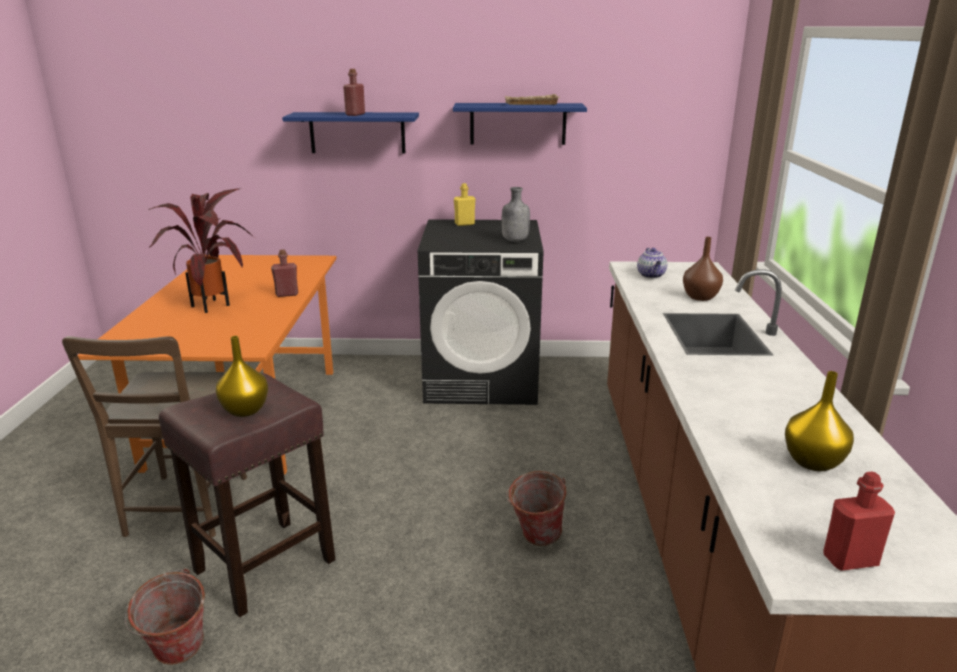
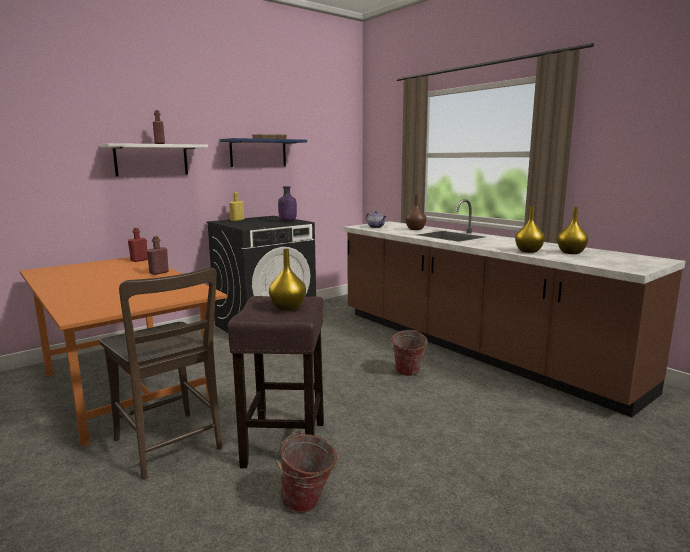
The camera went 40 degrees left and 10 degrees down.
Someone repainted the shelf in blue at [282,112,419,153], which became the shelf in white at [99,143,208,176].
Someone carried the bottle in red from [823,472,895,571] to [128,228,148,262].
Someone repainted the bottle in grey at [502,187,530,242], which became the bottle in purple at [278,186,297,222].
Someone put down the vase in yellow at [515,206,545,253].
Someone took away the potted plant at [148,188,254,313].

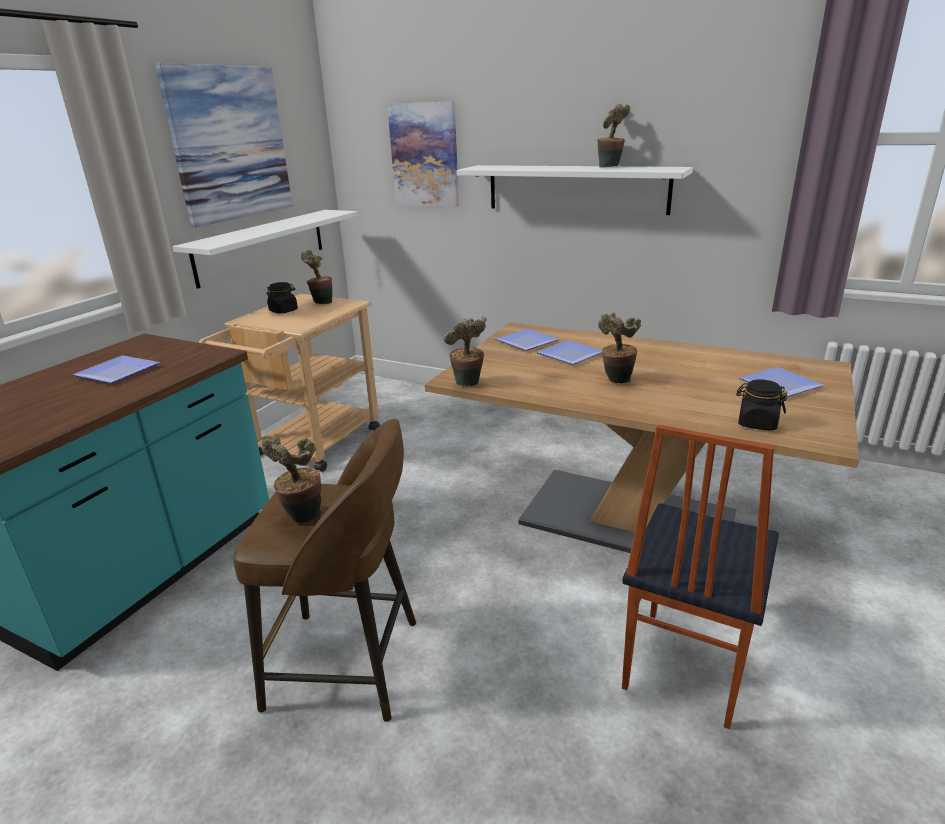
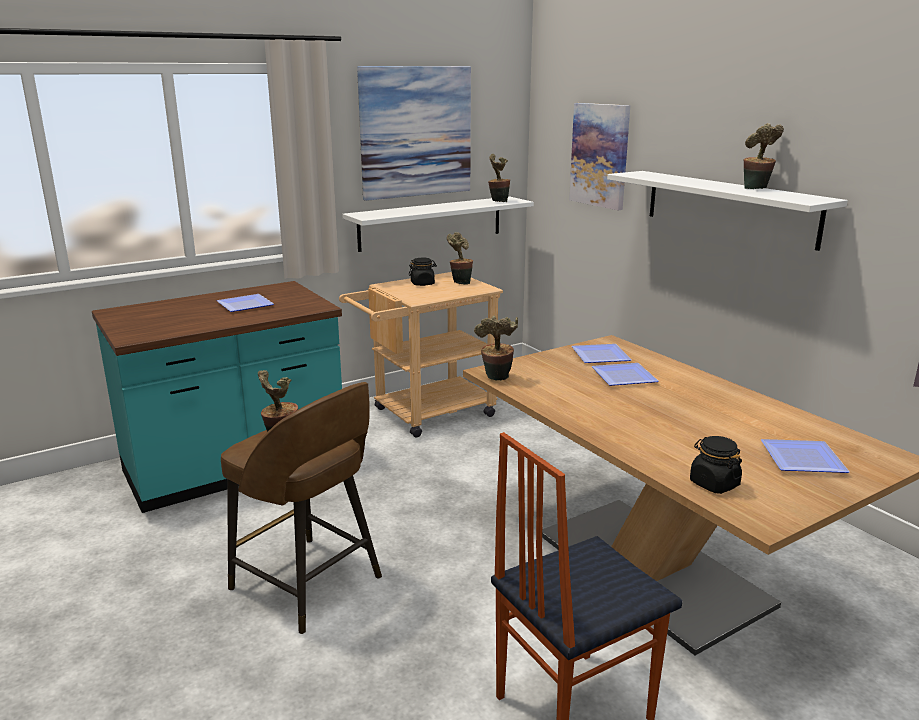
The camera went 30 degrees right and 5 degrees down.
Someone carried the potted plant from [598,313,641,383] to [488,154,510,202].

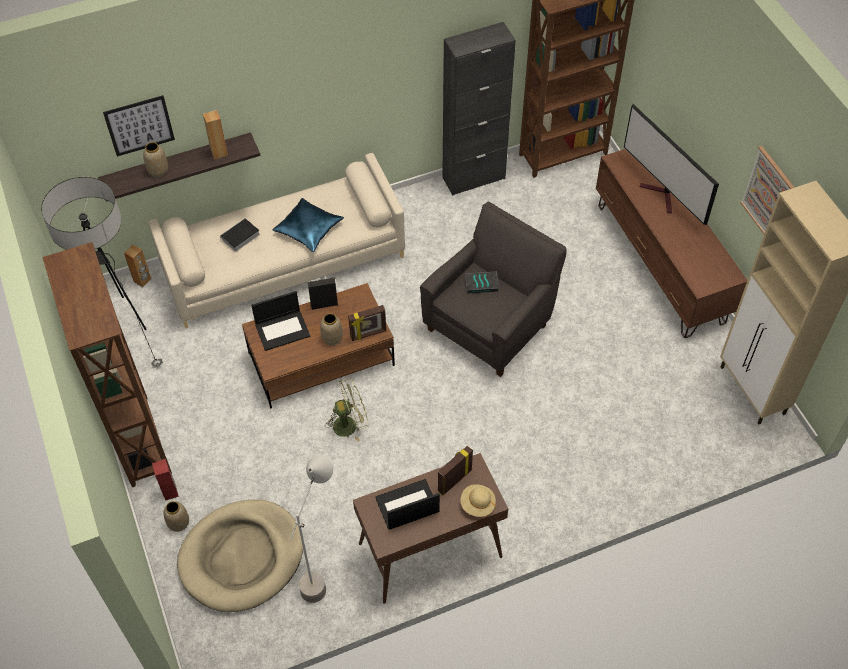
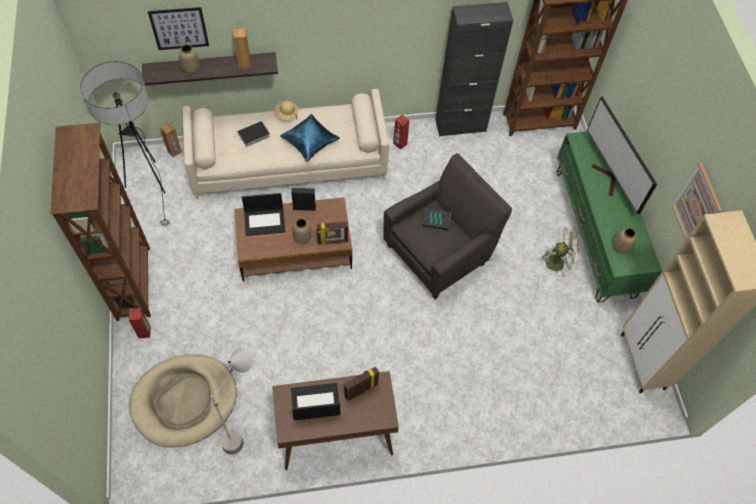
The camera went 10 degrees right and 5 degrees up.
Someone carried the hat in beige from [461,484,496,517] to [274,101,298,120].
Someone put down the speaker in red at [393,115,409,150].
Someone carried the fan in green from [325,379,368,441] to [539,227,580,277].
Someone repainted the tv stand in brown at [596,149,748,338], which became the tv stand in green at [557,131,662,303].
Someone carried the vase from [163,501,189,532] to [613,228,637,254].

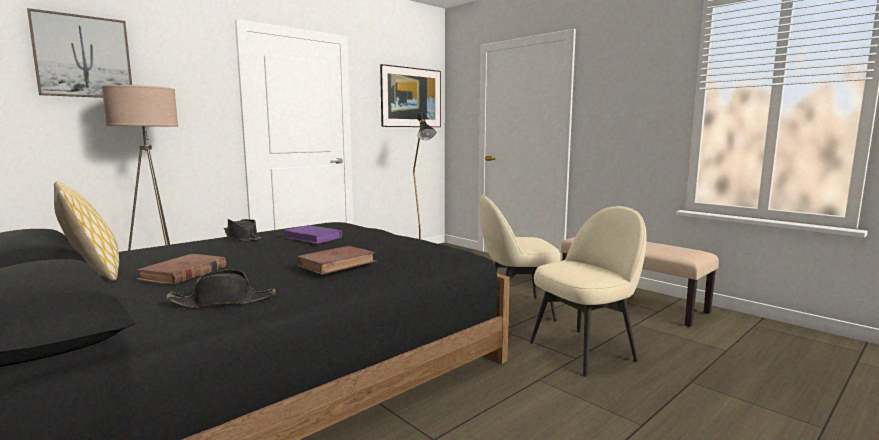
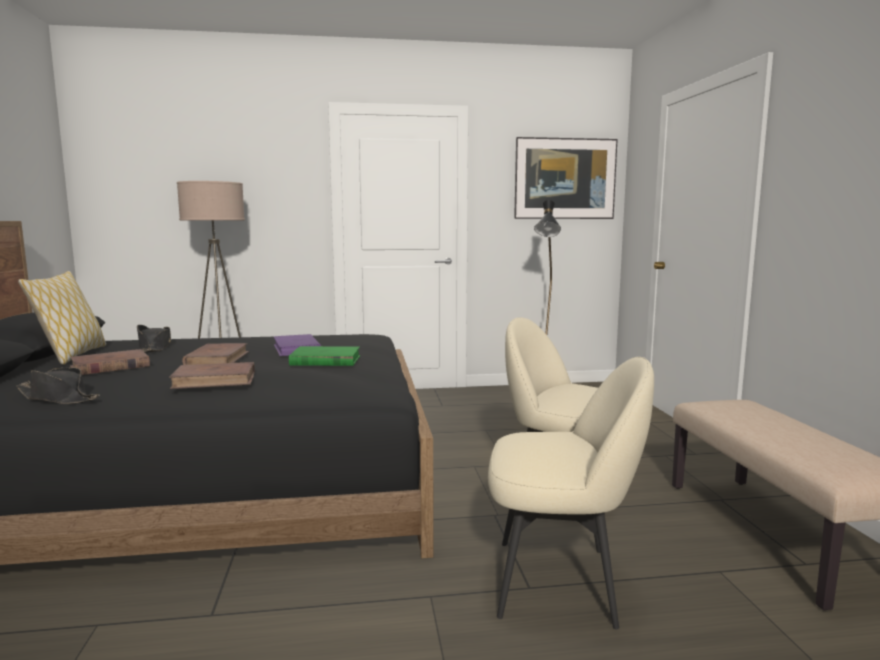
The camera went 35 degrees right and 0 degrees up.
Someone carried the hat in black from [224,219,261,241] to [137,325,171,353].
Someone put down the book in brown at [182,343,249,365].
Someone put down the book in green at [289,346,360,366].
Someone took away the picture at [27,8,132,98].

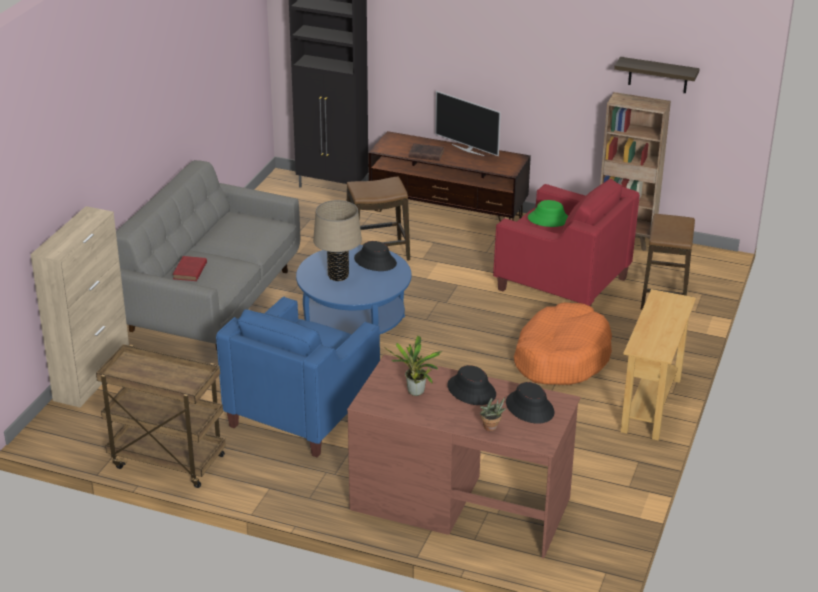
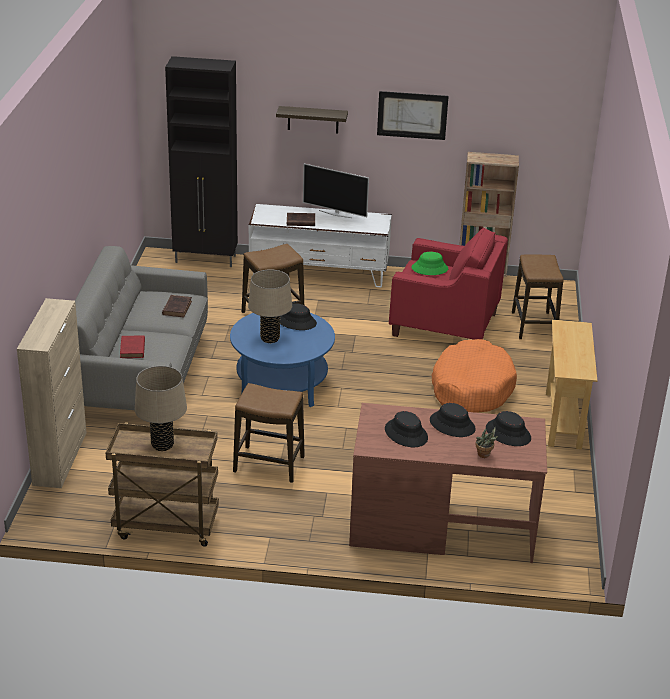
The camera went 15 degrees left and 0 degrees up.
Someone put down the table lamp in beige at [135,366,187,451].
Someone put down the book in brown at [162,295,192,317].
Someone swapped the armchair in blue at [216,297,380,457] for the stool at [233,383,305,483].
Someone repainted the tv stand in brown at [368,131,531,221], which became the tv stand in white at [249,204,392,287].
Someone carried the shelf from [614,57,700,93] to [276,106,348,133].
Someone put up the picture at [377,91,449,140].
Someone swapped the potted plant at [384,336,442,396] for the hat in black at [385,411,428,447].

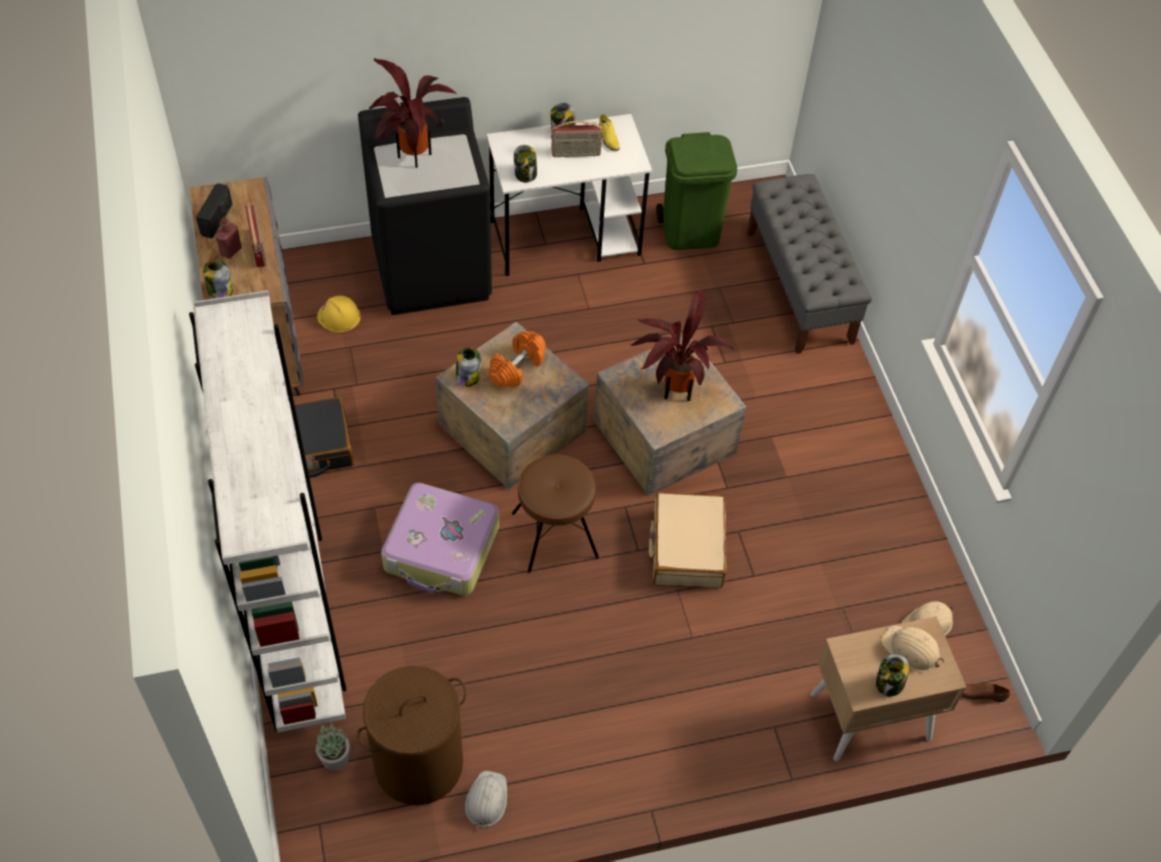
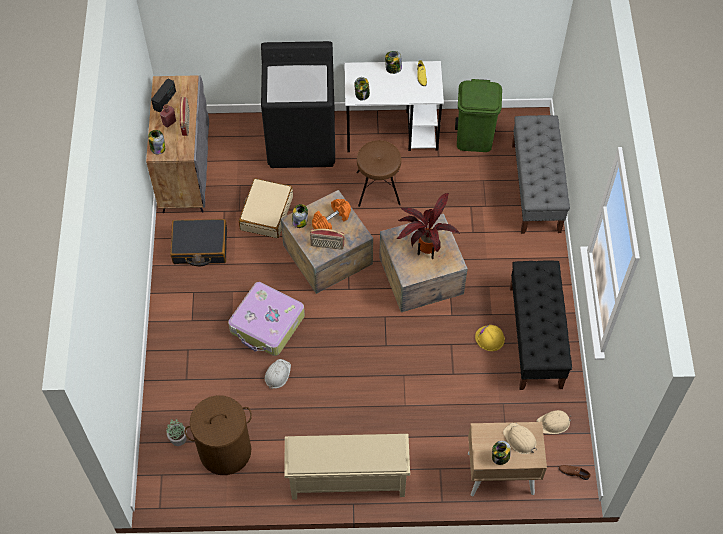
The camera went 15 degrees right and 5 degrees up.
Someone carried the suitcase in beige from [649,492,726,588] to [239,178,293,238].
Someone carried the hard hat in white from [465,771,507,829] to [265,359,291,389].
Someone put down the shoe rack in beige at [284,434,410,500].
Someone carried the radio from [551,121,602,157] to [310,229,344,250].
Someone carried the stool in brown from [512,454,599,573] to [357,140,401,207].
Someone carried the hard hat in yellow from [317,295,361,332] to [475,325,505,351].
Someone put down the bench in black at [510,261,572,390].
Someone took away the bookcase in white at [189,290,346,733].
Someone took away the potted plant at [369,58,458,168].

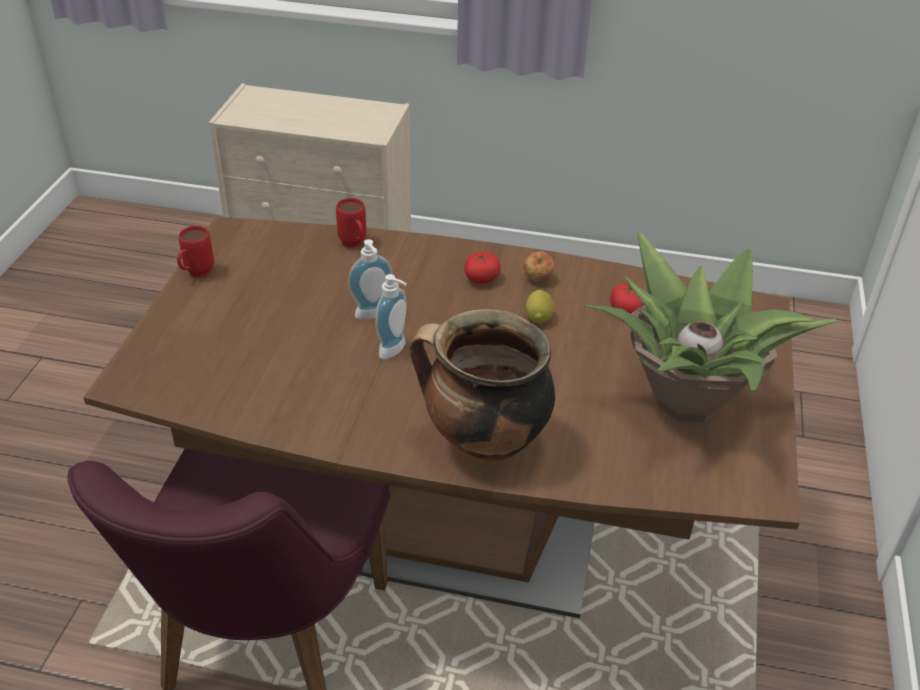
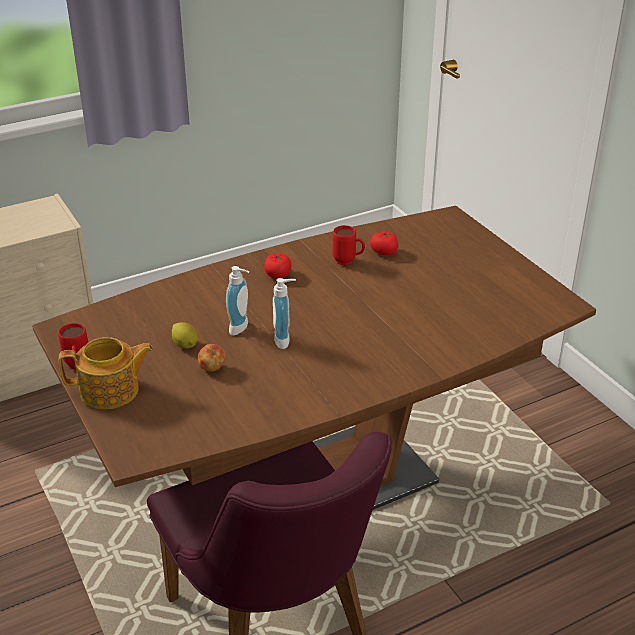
The camera went 40 degrees left and 5 degrees down.
Someone put down the teapot at [59,337,154,409].
Someone carried the lemon from [525,290,554,323] to [172,322,198,349].
Someone carried the apple from [524,251,554,281] to [198,344,226,371].
Someone carried the mug in red from [336,198,366,247] to [332,225,365,265].
Someone took away the cooking pot at [410,309,555,463].
Someone took away the potted plant at [584,233,836,423].

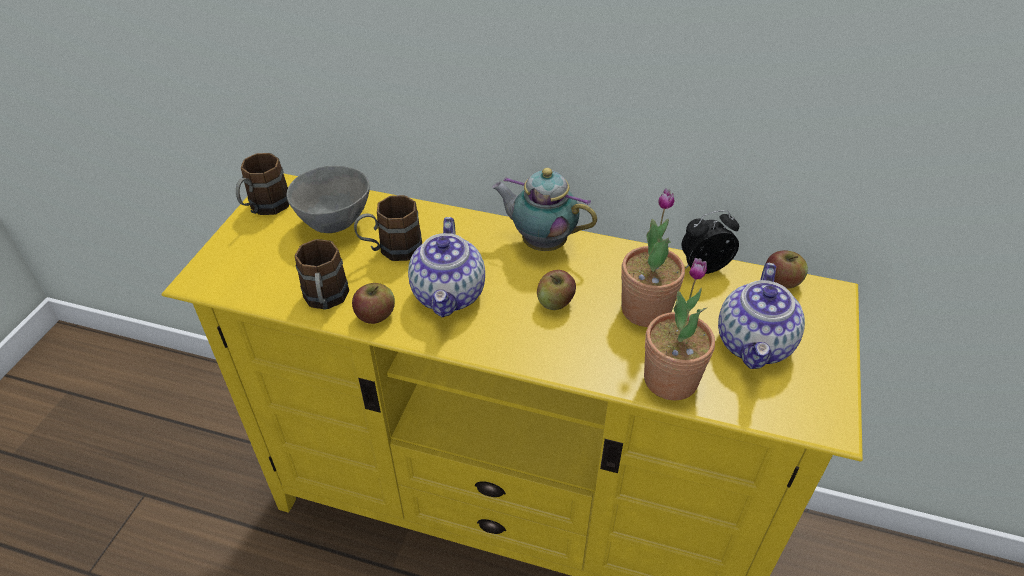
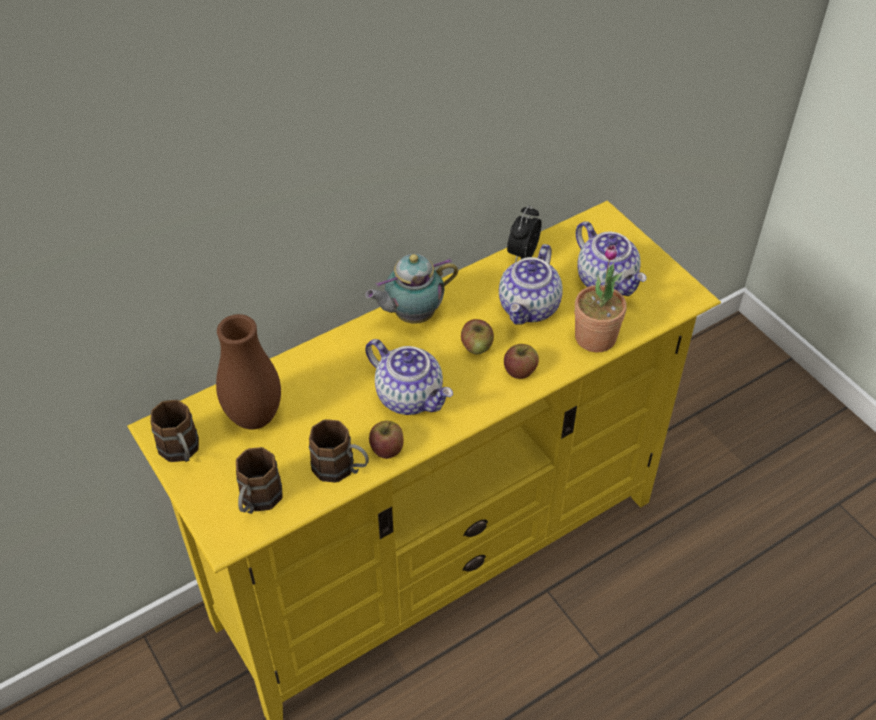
The camera went 50 degrees left and 5 degrees up.
Someone swapped the bowl in grey at [287,166,370,233] for the vase in brown at [216,314,281,429].
Someone carried the mug in brown from [354,195,422,261] to [236,447,283,514].
Someone swapped the potted plant at [621,188,685,327] for the teapot at [499,244,563,325].
Someone carried the apple from [766,250,808,289] to [504,344,539,379].

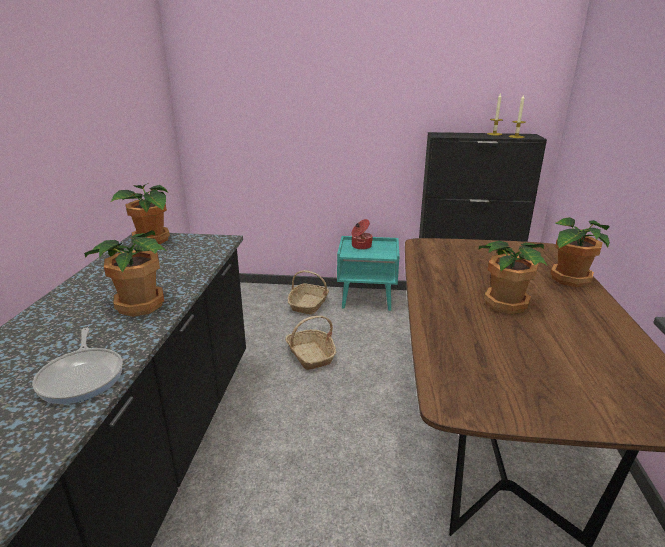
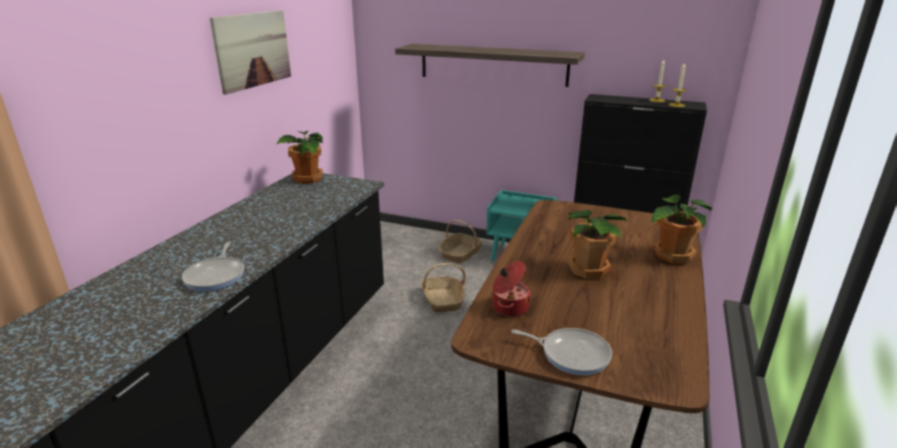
The camera went 15 degrees right and 0 degrees up.
Someone put up the picture at [210,10,291,95].
Someone put up the shelf at [395,44,585,87].
Someone carried the cooking pot from [352,219,373,250] to [493,261,531,317].
Someone put down the frying pan at [511,328,612,375].
Someone took away the potted plant at [84,230,167,317].

